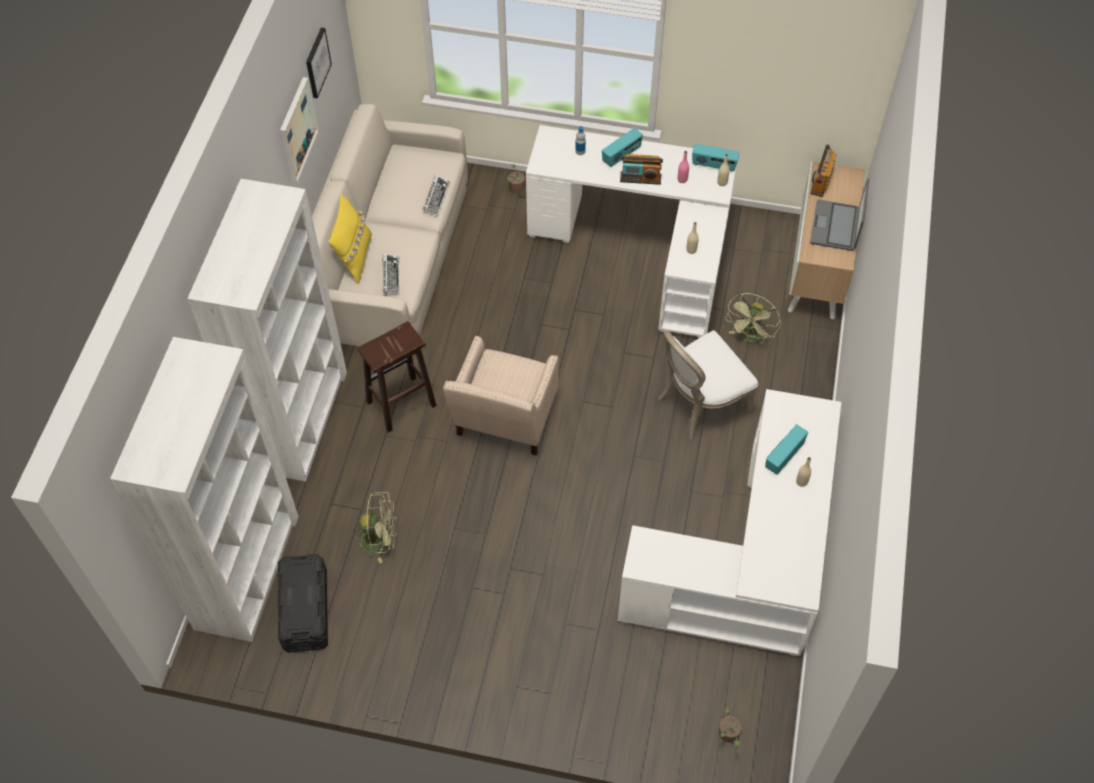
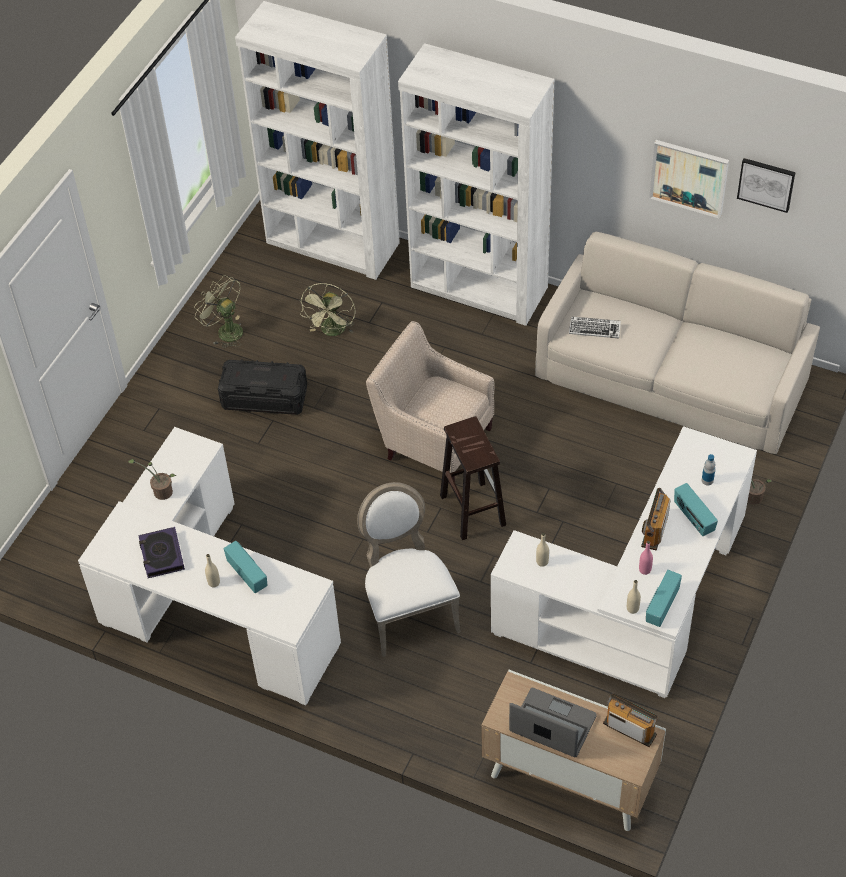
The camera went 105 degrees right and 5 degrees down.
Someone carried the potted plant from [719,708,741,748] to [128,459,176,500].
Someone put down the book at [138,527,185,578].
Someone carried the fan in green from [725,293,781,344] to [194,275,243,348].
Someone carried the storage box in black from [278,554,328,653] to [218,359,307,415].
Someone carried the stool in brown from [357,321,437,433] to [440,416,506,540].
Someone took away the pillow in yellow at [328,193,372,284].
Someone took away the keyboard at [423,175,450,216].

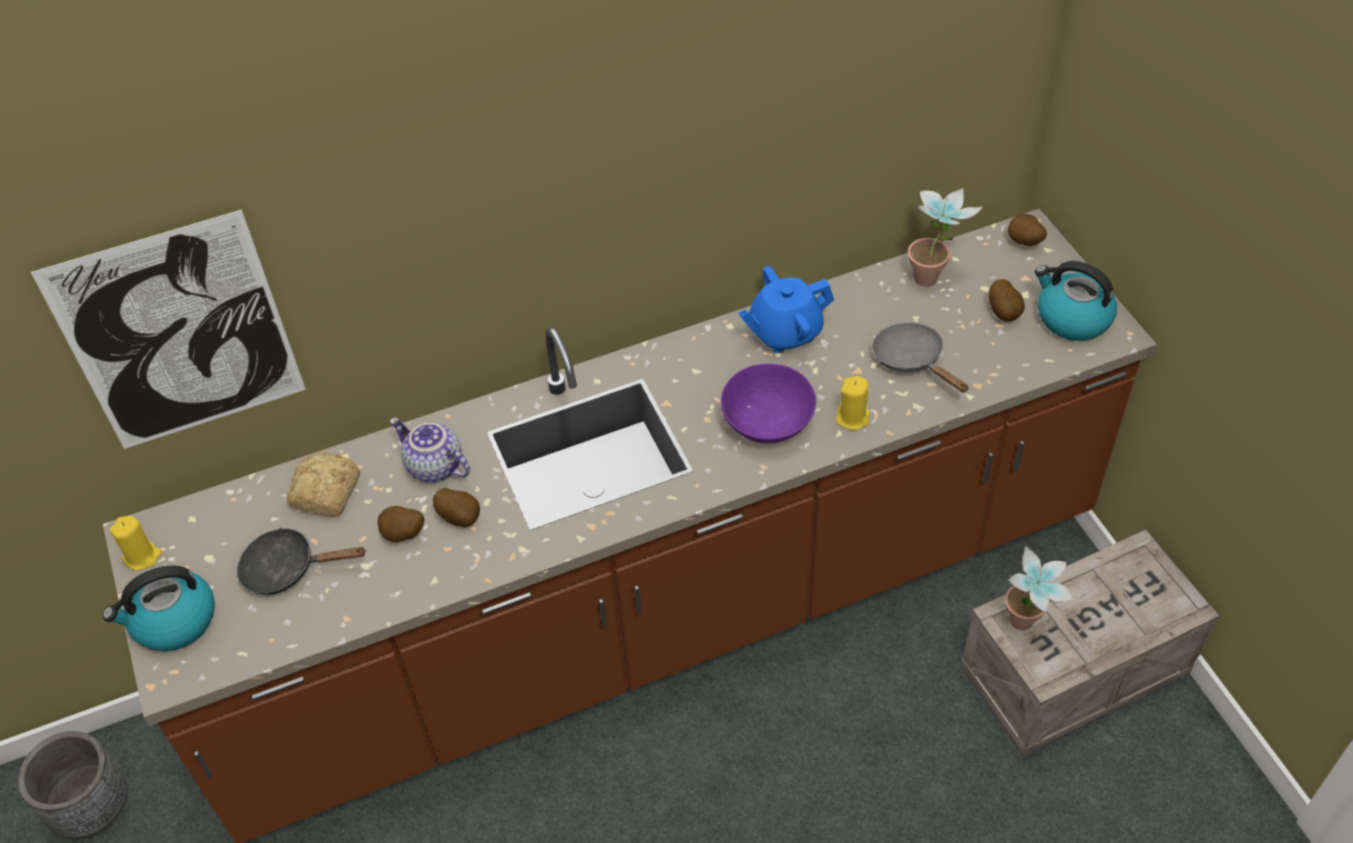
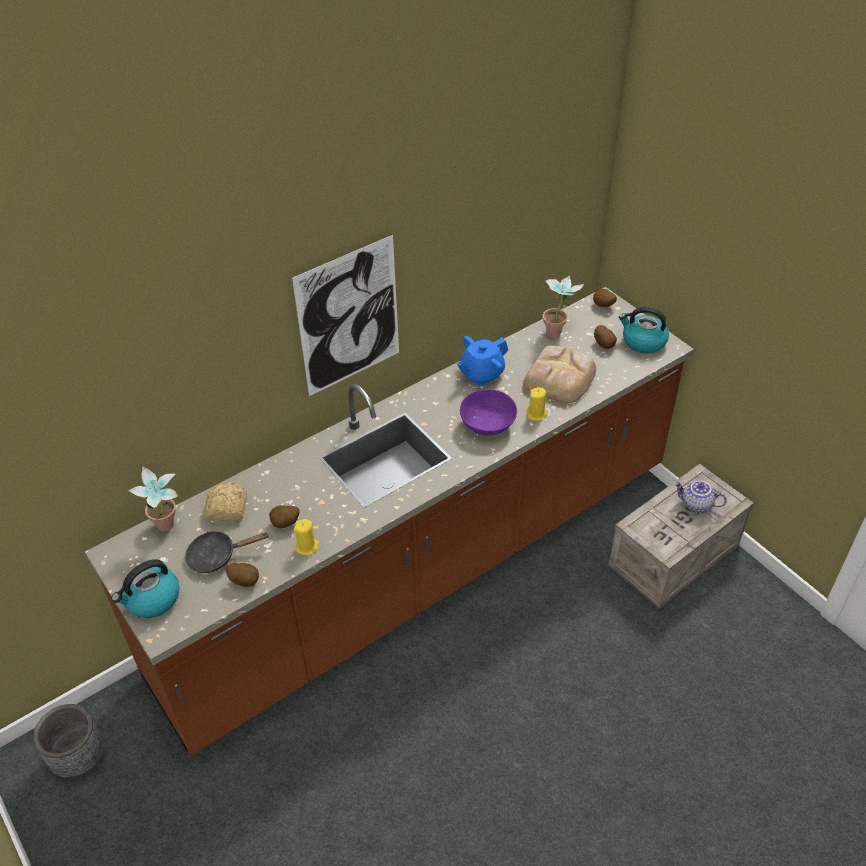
The camera went 15 degrees left and 5 degrees down.
Someone carried the potted plant from [1005,546,1075,630] to [128,466,178,532].
Someone carried the potato from [433,488,480,527] to [226,563,259,587].
Someone carried the picture from [31,210,306,449] to [292,235,399,396].
Someone carried the candle in yellow from [109,516,162,571] to [294,519,319,555].
Someone swapped the frying pan in grey at [872,323,969,393] for the bread at [523,345,596,403].
Someone carried the teapot from [390,418,470,482] to [674,481,727,513].

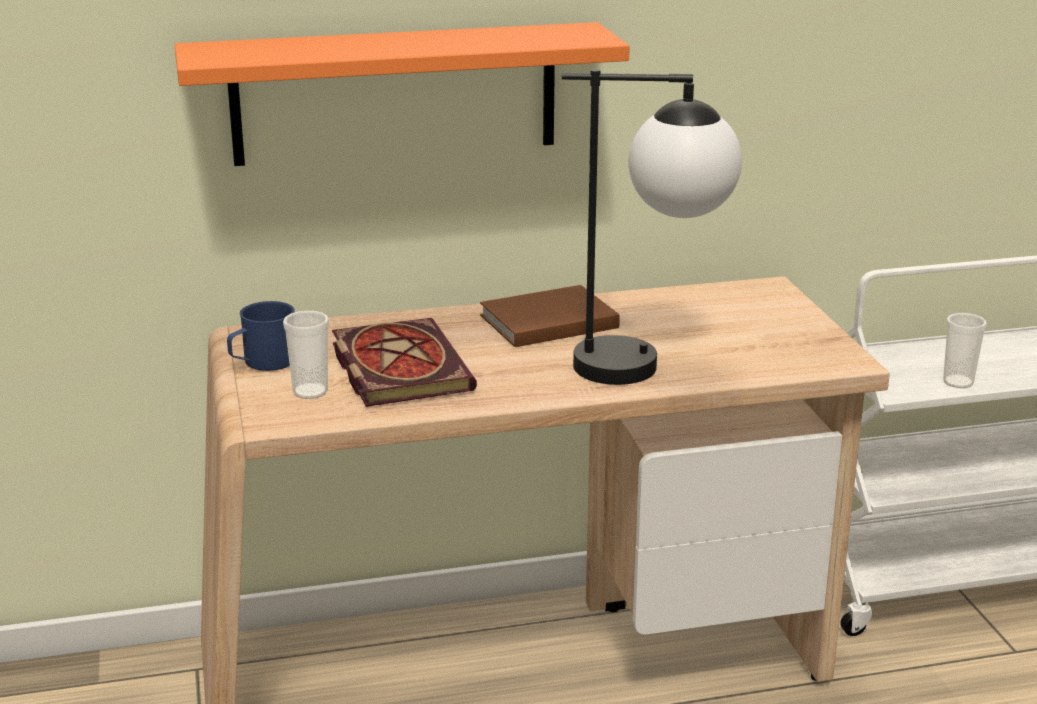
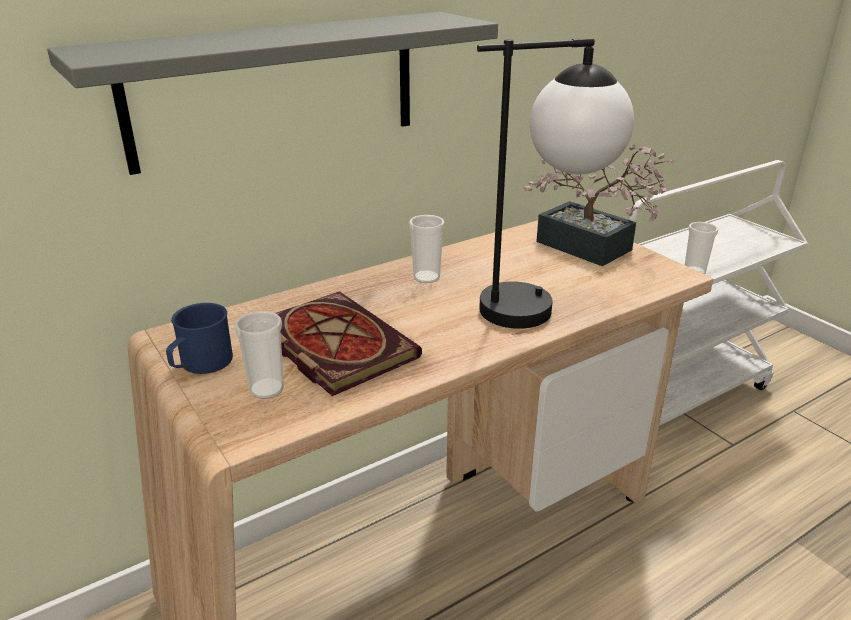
The camera went 20 degrees left and 5 degrees up.
Someone repainted the shelf in orange at [175,22,630,166], which became the shelf in grey at [47,12,498,175].
Someone swapped the book in brown at [480,285,620,347] for the cup at [409,215,445,283].
Someone put down the potted plant at [523,144,677,266].

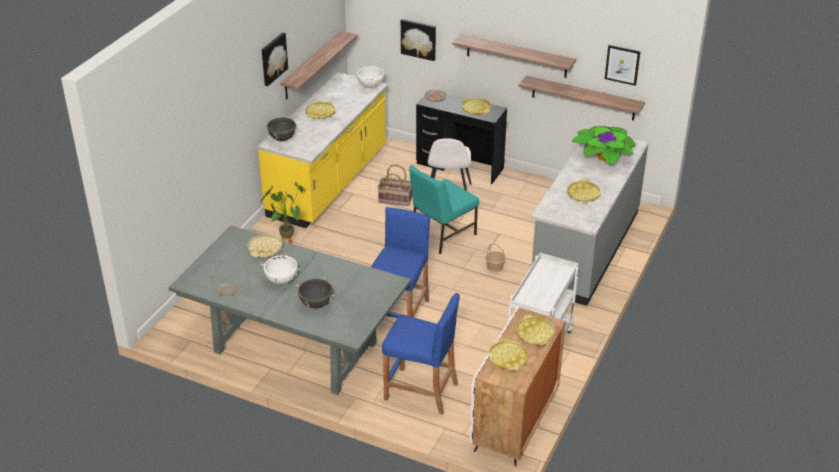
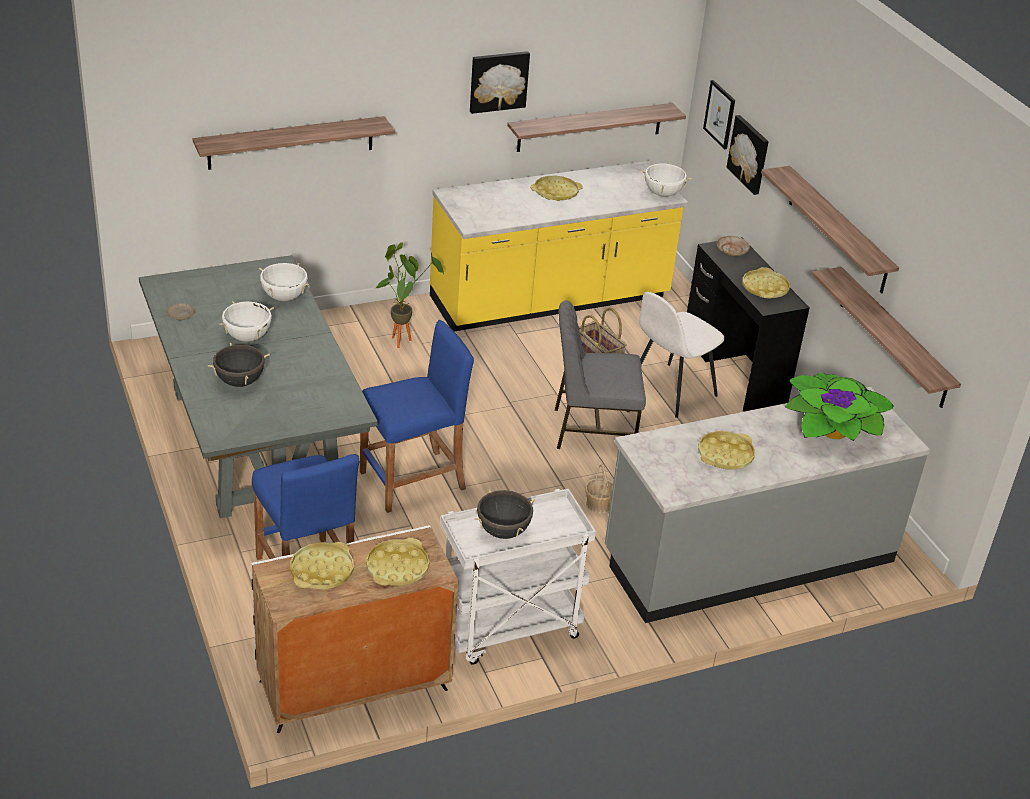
The camera went 40 degrees right and 0 degrees up.
Someone put up the shelf at [193,116,395,170].
Someone swapped the tray in beige at [247,233,282,257] for the cooking pot in white at [259,263,309,301].
Someone carried the cooking pot in black from [265,116,298,141] to [474,488,536,539].
Someone repainted the chair in turquoise at [409,165,479,254], which became the chair in grey at [555,300,646,449].
Someone carried the picture from [605,45,640,86] to [703,80,735,150].

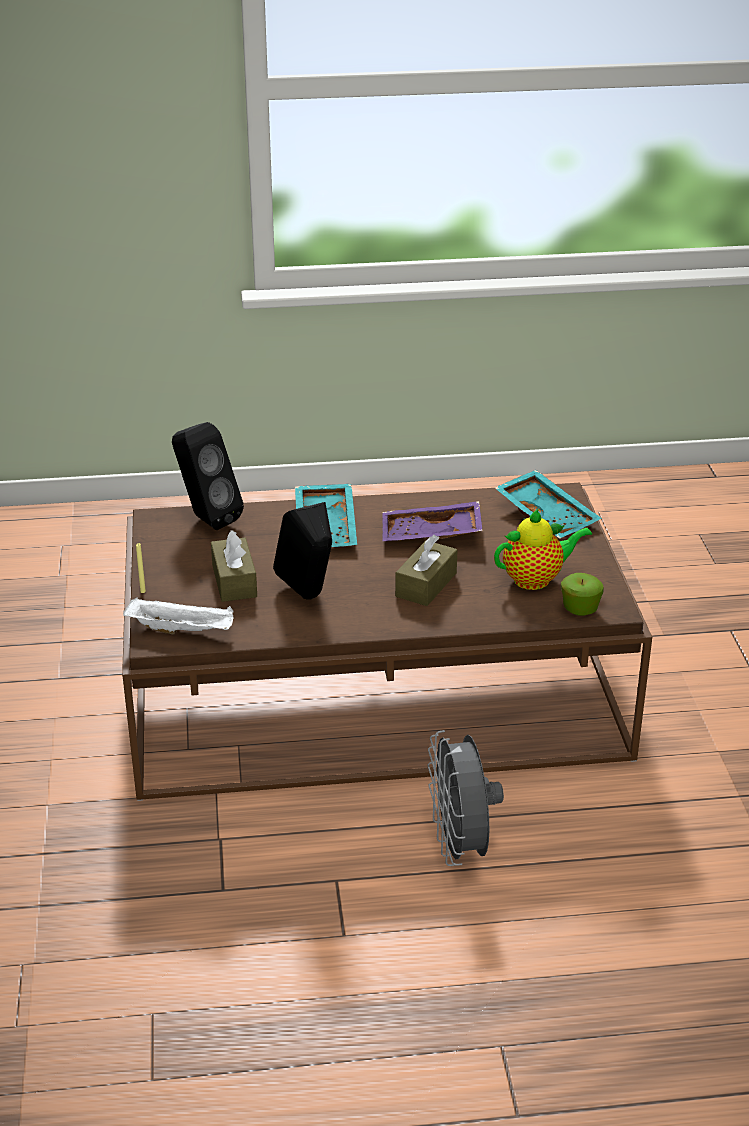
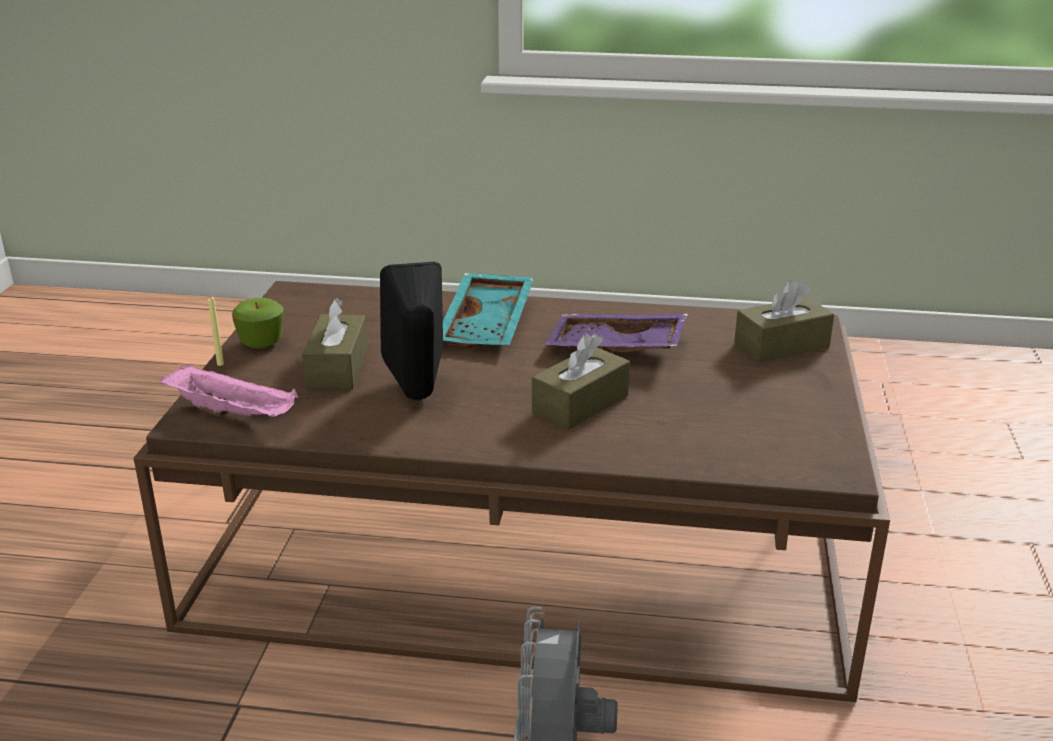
The camera went 15 degrees right and 5 degrees down.
Someone repainted the tray in white at [123,598,234,635], which became the tray in pink at [160,364,298,417].
Someone carried the apple from [561,573,604,616] to [232,298,284,349].
Someone swapped the tray in turquoise at [495,470,602,539] for the tissue box in brown at [734,280,834,362].
Someone took away the speaker in black at [172,422,244,530].
Someone took away the teapot at [494,509,592,590].

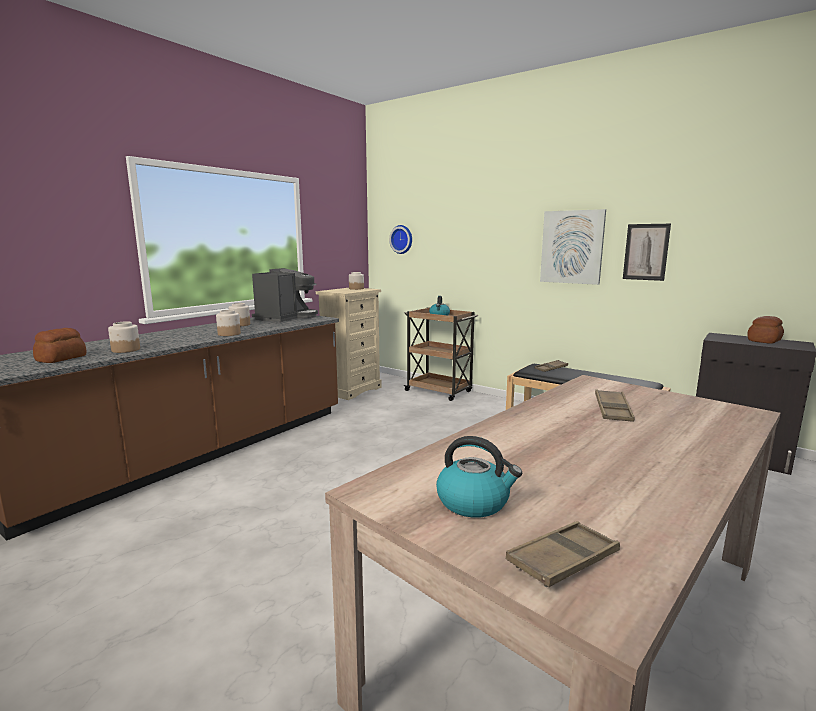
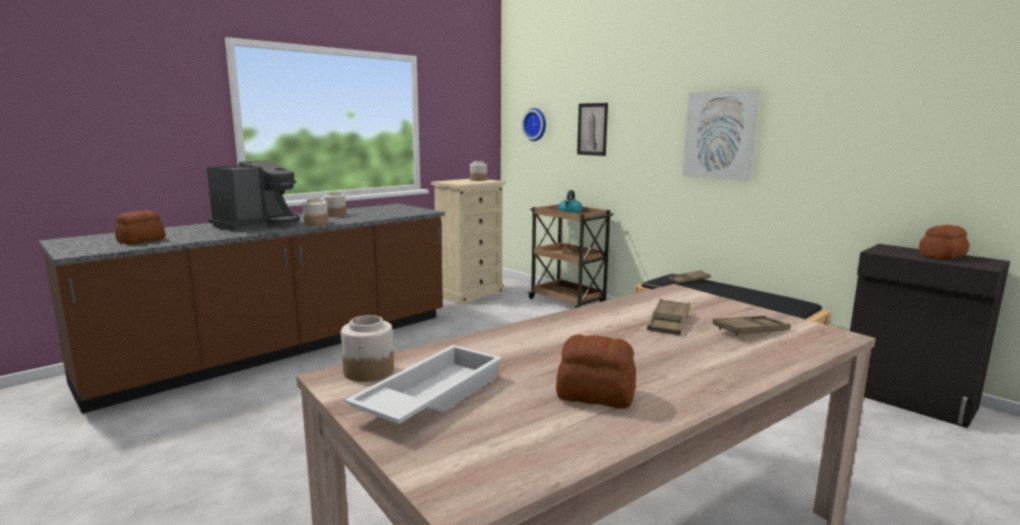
The camera went 10 degrees right and 0 degrees up.
Someone carried the coffee machine from [252,268,318,322] to [206,160,300,231].
Someone carried the jar from [108,321,140,353] to [341,315,394,382].
Someone swapped the kettle at [436,436,522,518] for the tray in white at [344,345,502,424].
Someone put down the bread at [556,334,636,408].
Someone carried the picture from [623,224,671,281] to [577,103,608,156].
Someone carried the tray in brown from [506,521,620,587] to [713,315,791,336].

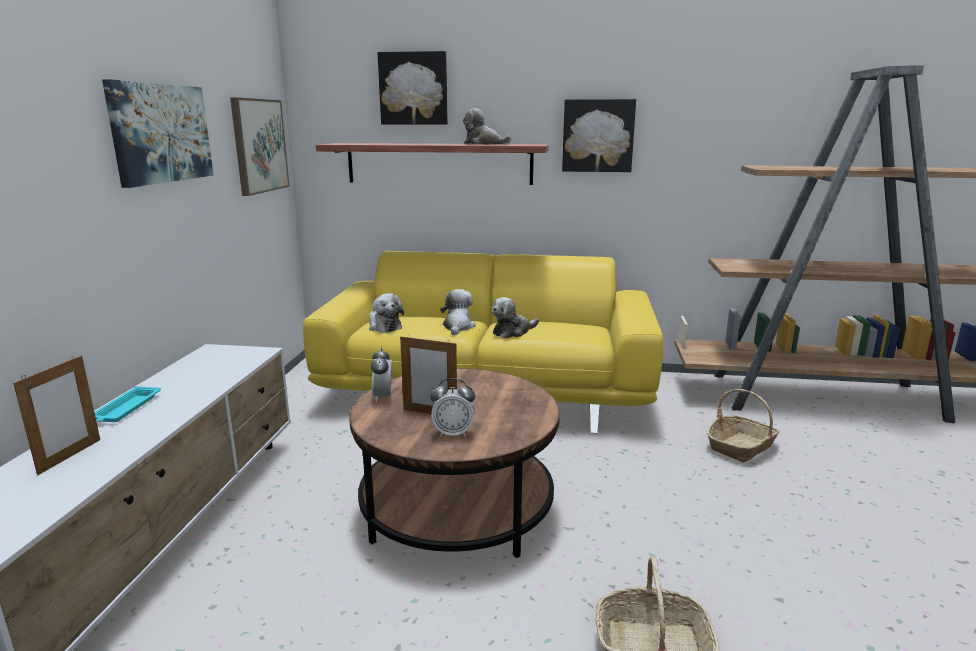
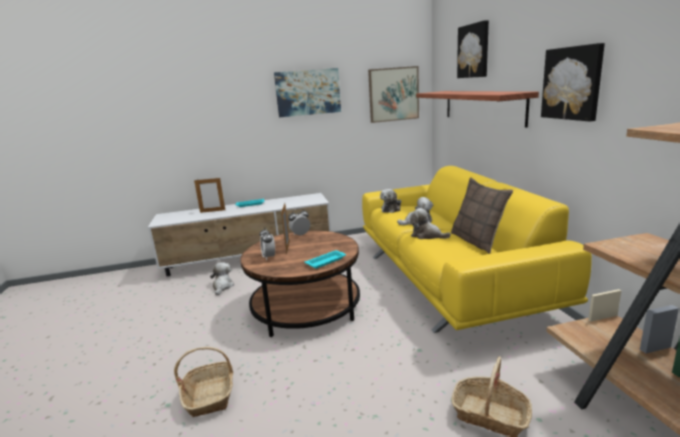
The camera went 70 degrees right and 0 degrees up.
Someone carried the plush toy from [463,108,511,144] to [210,262,234,295].
Someone put down the tray in turquoise at [304,250,346,269].
Someone put down the pillow at [451,177,513,254].

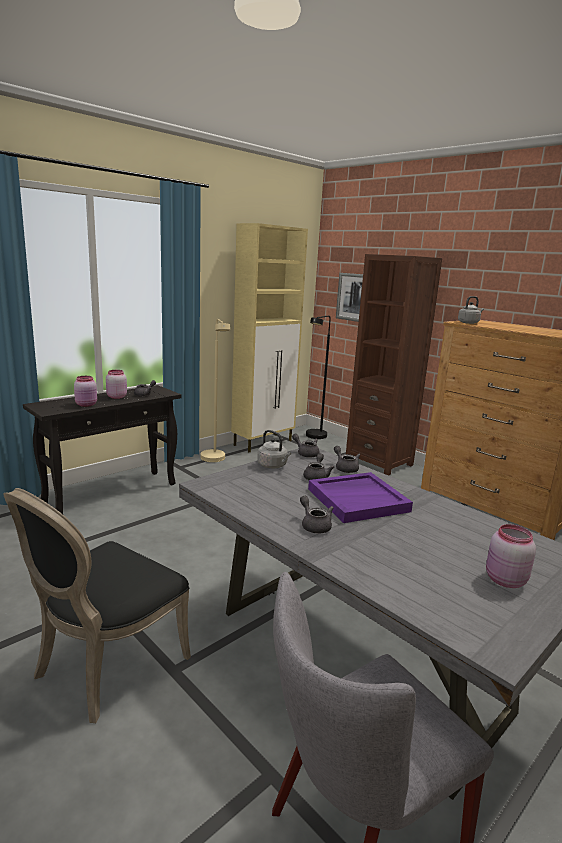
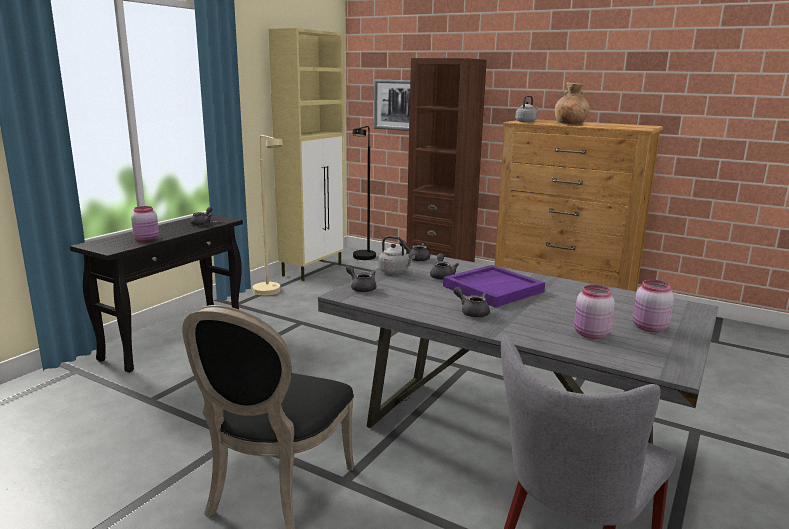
The camera went 15 degrees left and 0 degrees up.
Someone carried the teapot in grey from [334,446,360,473] to [346,265,376,292].
Someone put down the vase in brown at [555,82,590,125].
Someone carried the jar in pink from [106,370,127,399] to [574,285,615,339].

